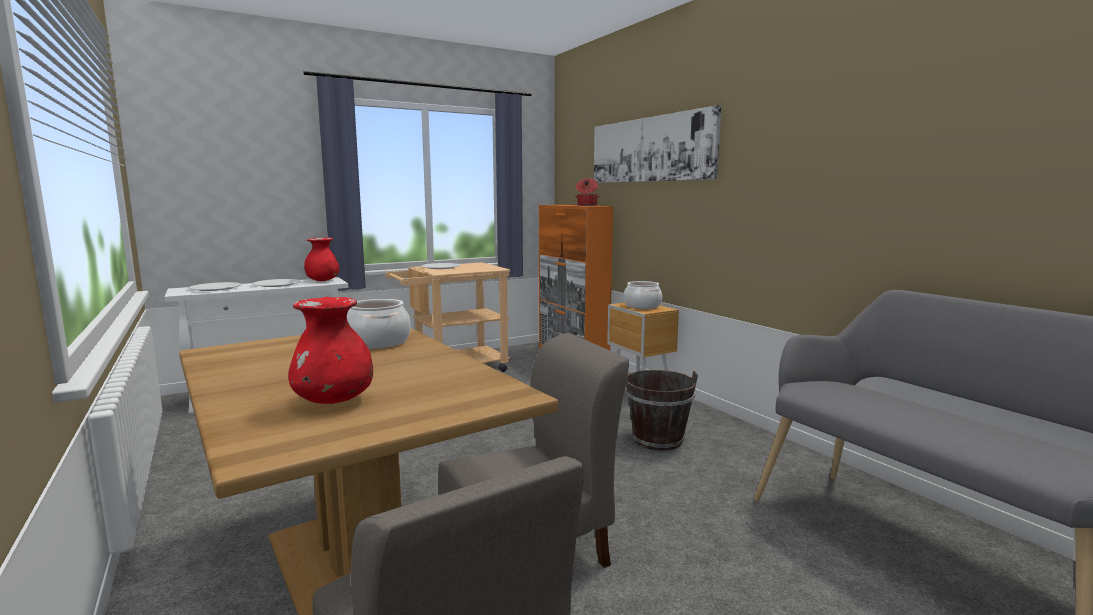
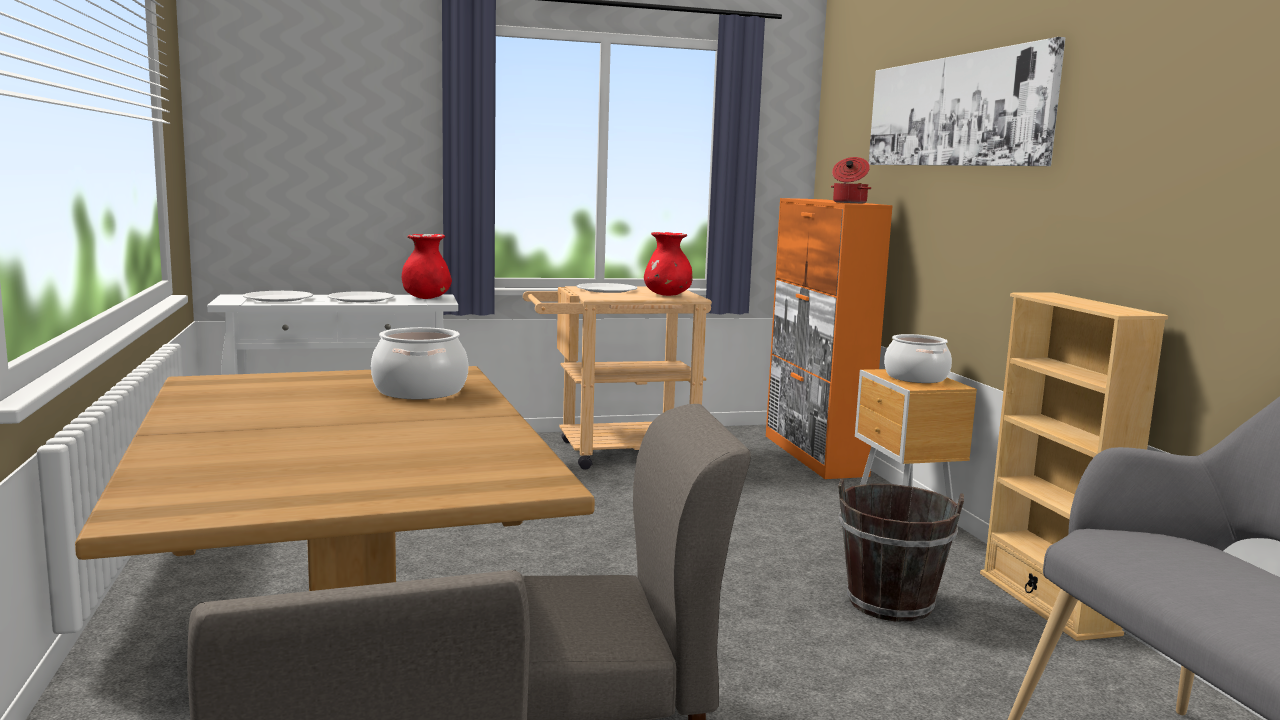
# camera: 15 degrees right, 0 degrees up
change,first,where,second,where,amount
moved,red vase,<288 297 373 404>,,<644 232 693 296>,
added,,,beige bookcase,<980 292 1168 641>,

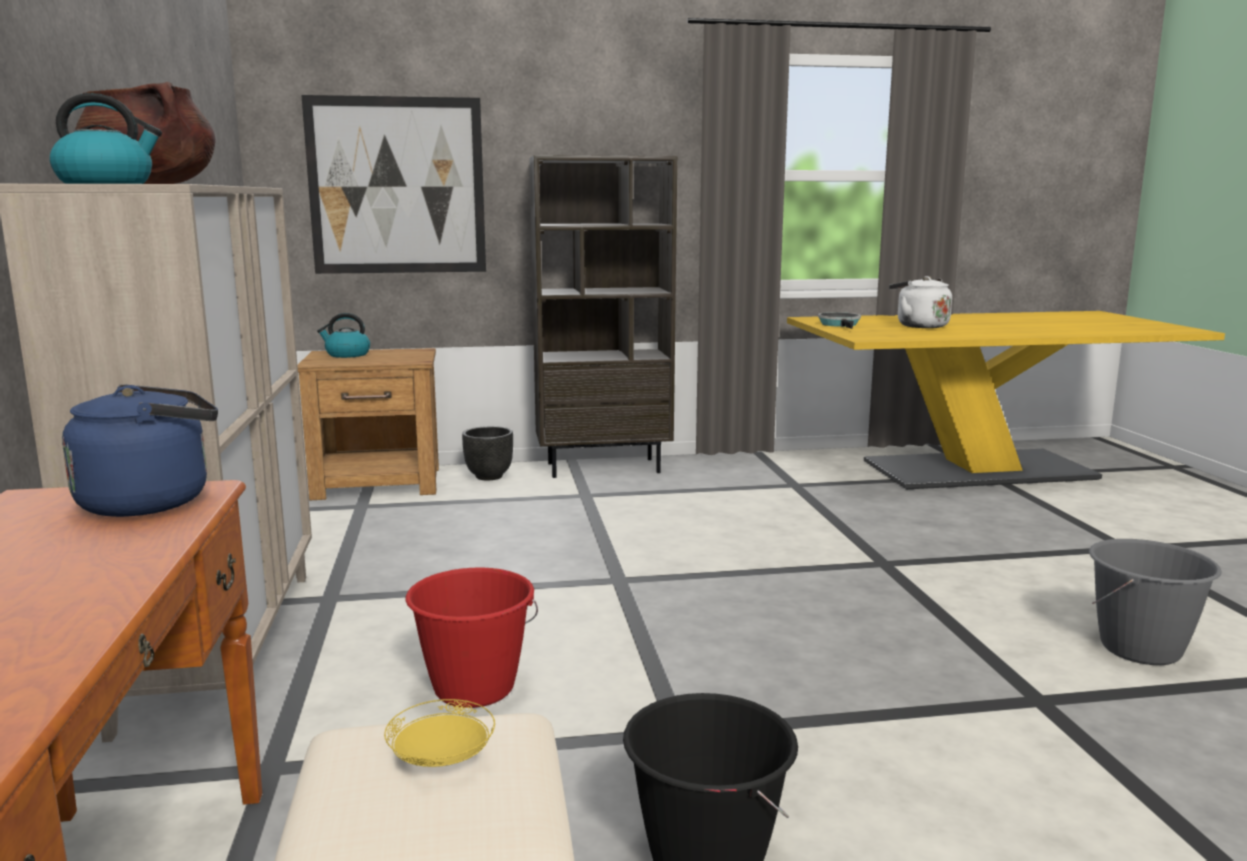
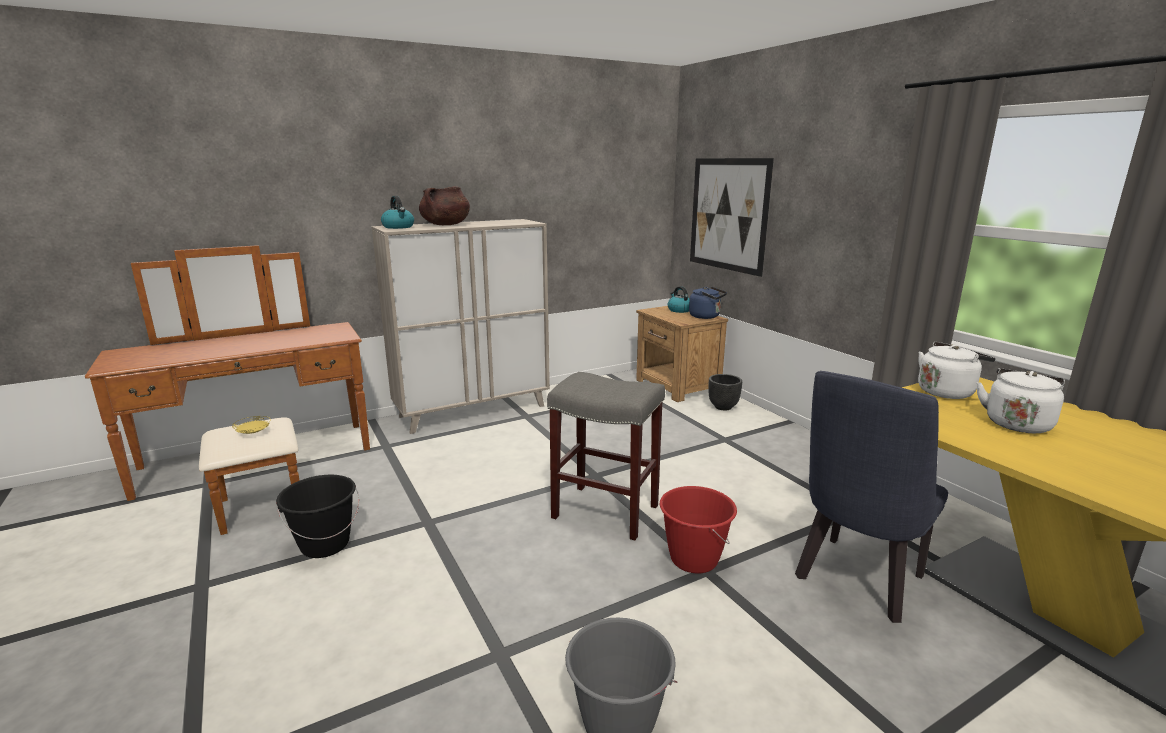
# camera: 70 degrees right, 5 degrees up
change,first,where,second,where,amount
removed,brown bookcase,<529 155 677 478>,,,
replaced,frying pan,<818 312 861 329>,white kettle,<918 342 996 399>,
moved,blue kettle,<62 384 218 517>,,<689 287 727 319>,
moved,red bucket,<406 568 538 708>,,<660 486 737 574>,
added,,,blue chair,<795 371 948 623>,
added,,,grey stool,<547 372 665 540>,

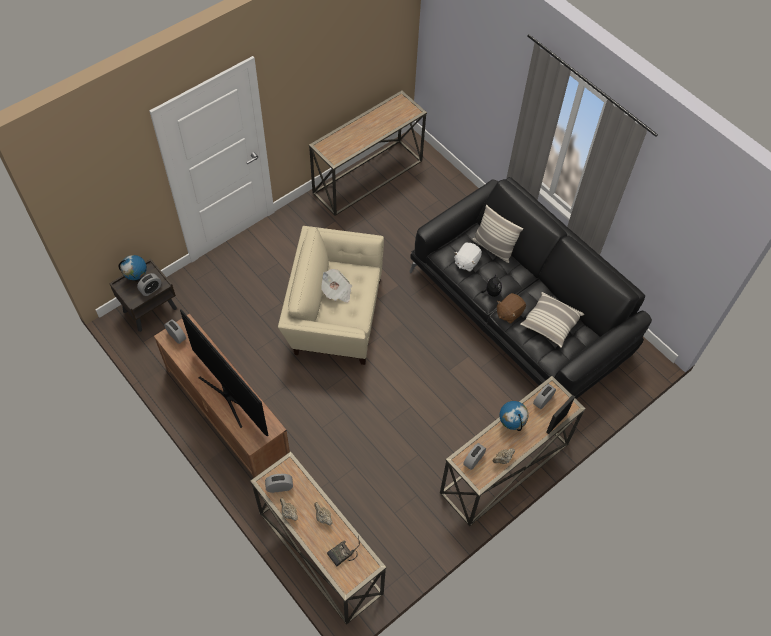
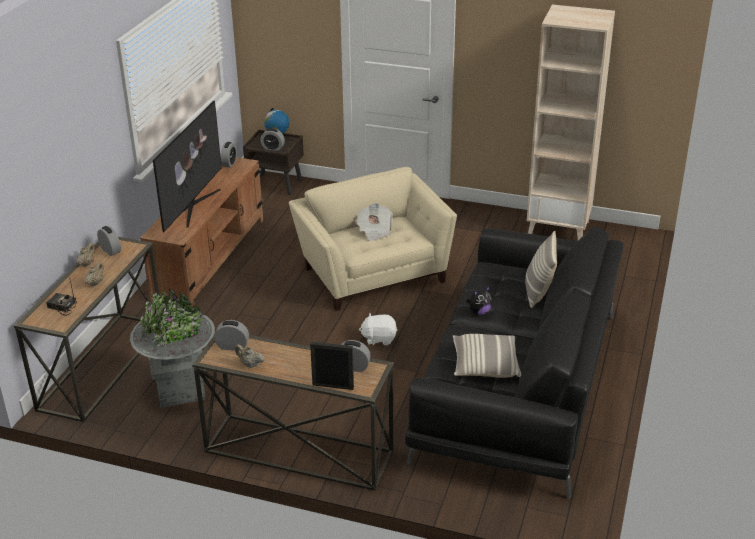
# camera: 60 degrees right, 25 degrees down
change,first,where,second,where,amount
replaced,console table,<309 90 427 216>,beige bookcase,<527 4 615 241>,
moved,white plush toy,<454 242 482 272>,,<359 313 398 345>,
removed,brown plush toy,<497 293 526 324>,,,
removed,globe,<499 401 528 431>,,,
added,,,grey planter,<130 289 215 408>,

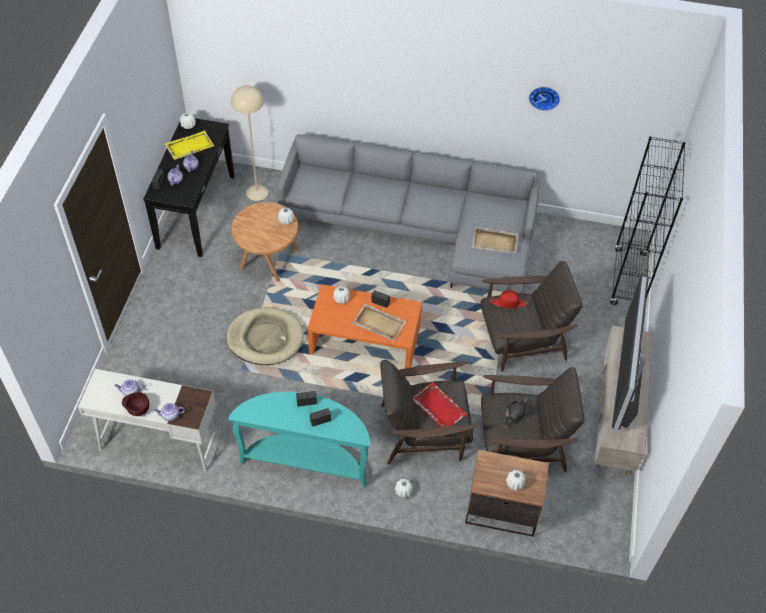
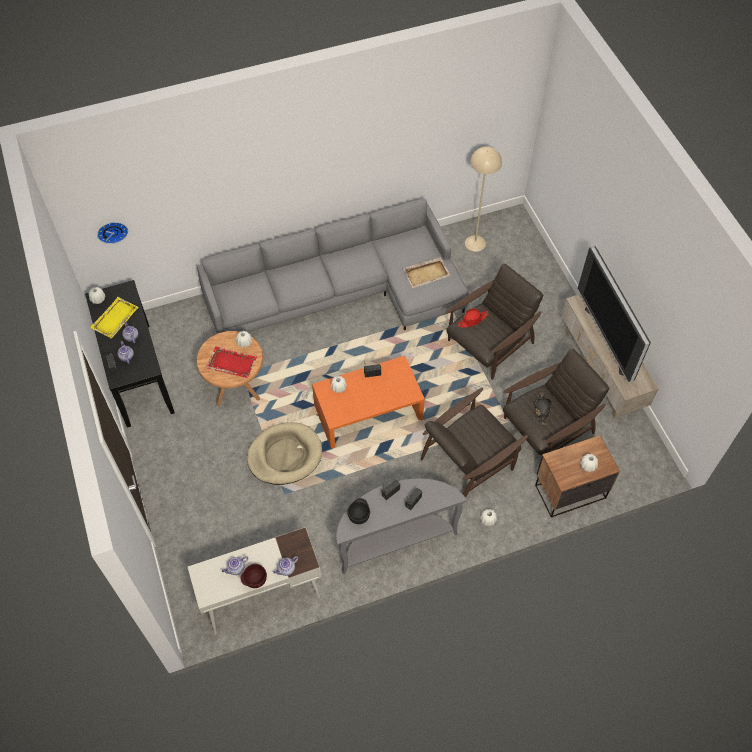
# camera: 30 degrees left, 5 degrees up
change,first,where,second,where,amount
moved,beige floor lamp,<231 85 268 201>,,<465 146 502 252>,
moved,wall clock,<529 87 560 111>,,<97 222 128 244>,
removed,black bookcase,<610 136 686 305>,,,
removed,beige tray,<352 304 407 341>,,,
moved,red tray,<413 382 467 427>,,<206 346 257 378>,
recoloured,turquoise console table,<228 391 370 488>,grey console table,<336 479 467 574>,
added,,,black bowl,<347 498 370 524>,

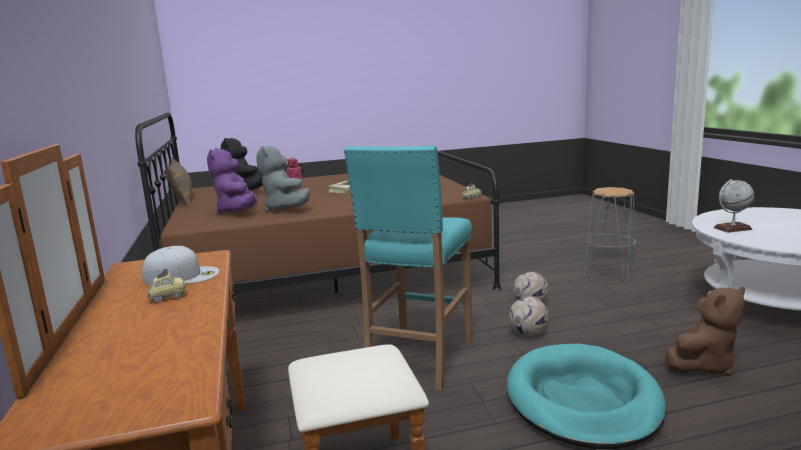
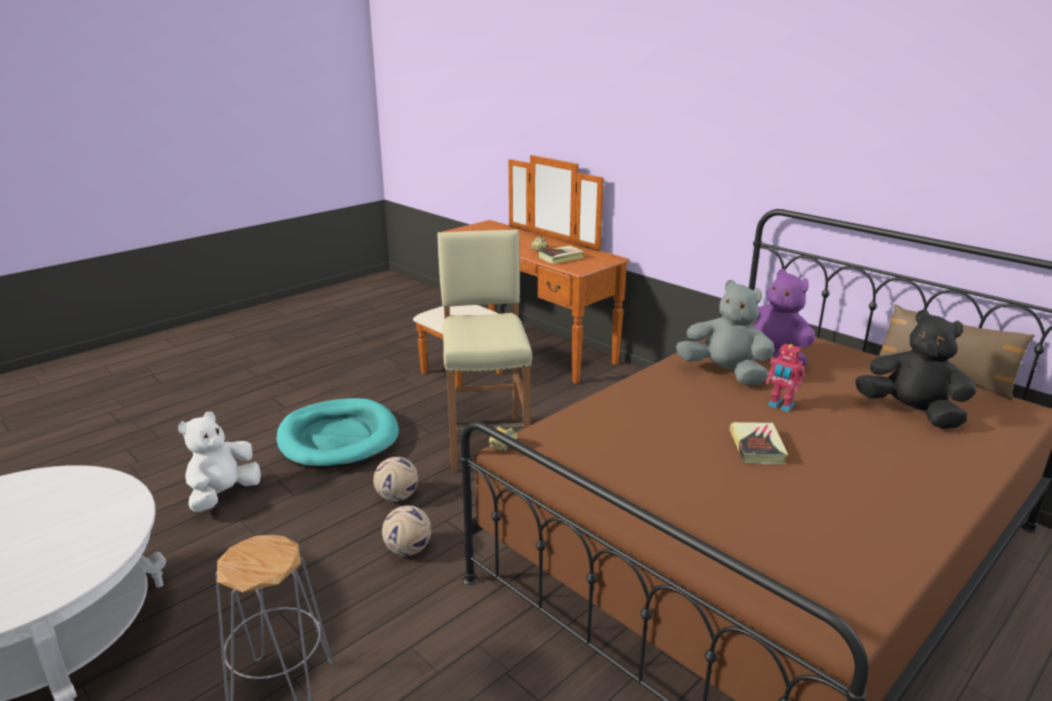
# camera: 150 degrees right, 10 degrees up
change,first,where,second,where,amount
recoloured,turquoise stool,<344 146 473 391>,beige stool,<437 229 532 473>,
removed,globe,<714 179 754 233>,,,
replaced,white cap,<142 246 219 285>,book,<538 245 584 264>,
recoloured,brown plush toy,<665 287 745 376>,white plush toy,<178 412 261 512>,

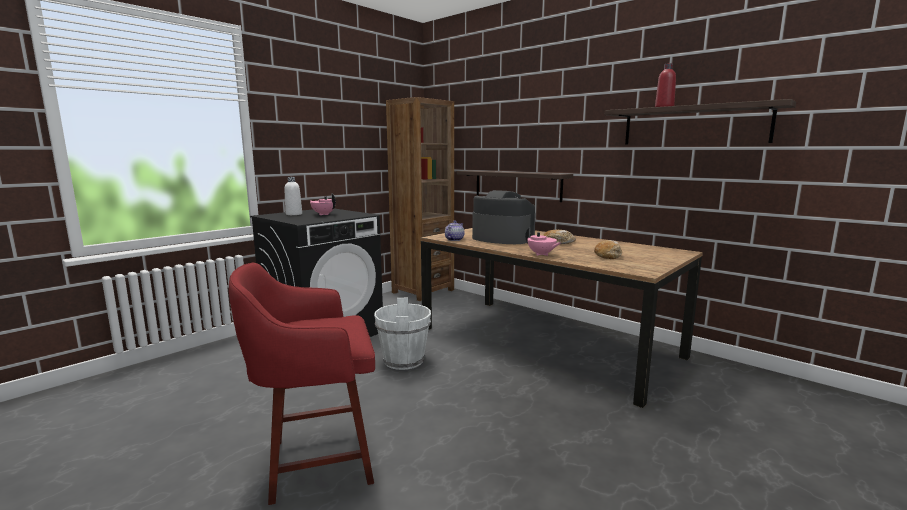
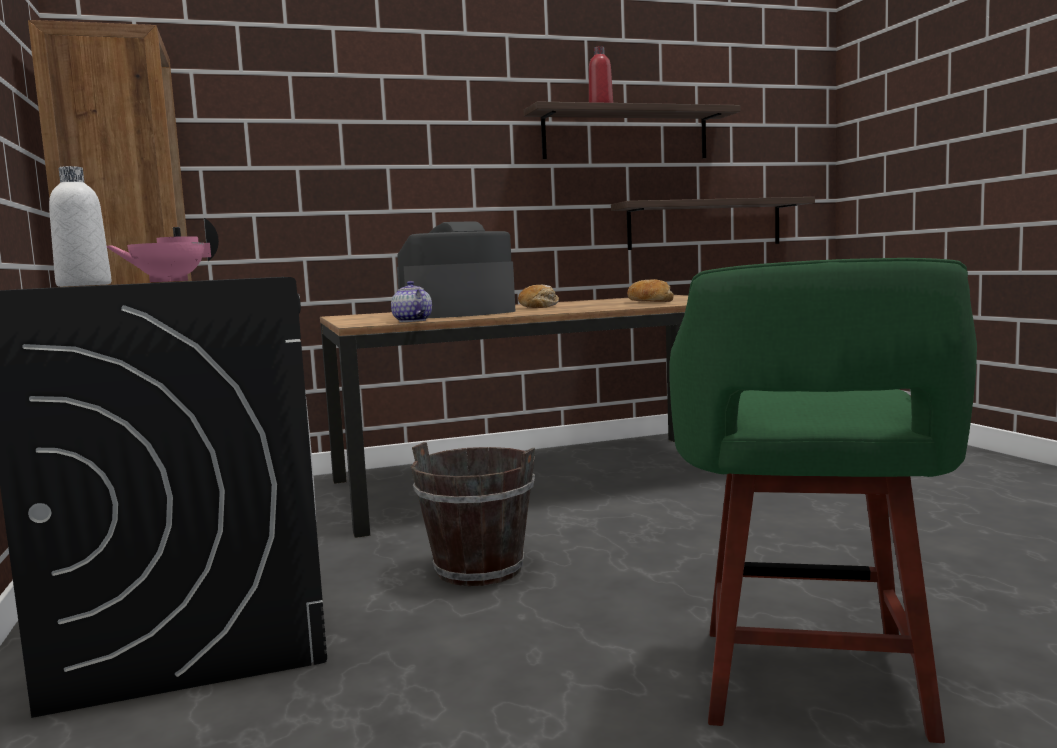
# camera: 60 degrees left, 5 degrees down
change,first,where,second,where,amount
moved,shelf,<457 170 573 202>,,<611 197 815 250>,
removed,pink teapot,<525 228 561 256>,,,
recoloured,red stool,<229 263 375 505>,green stool,<669 258 977 743>,
recoloured,white bucket,<374 298 431 370>,brown bucket,<411 442 535 586>,

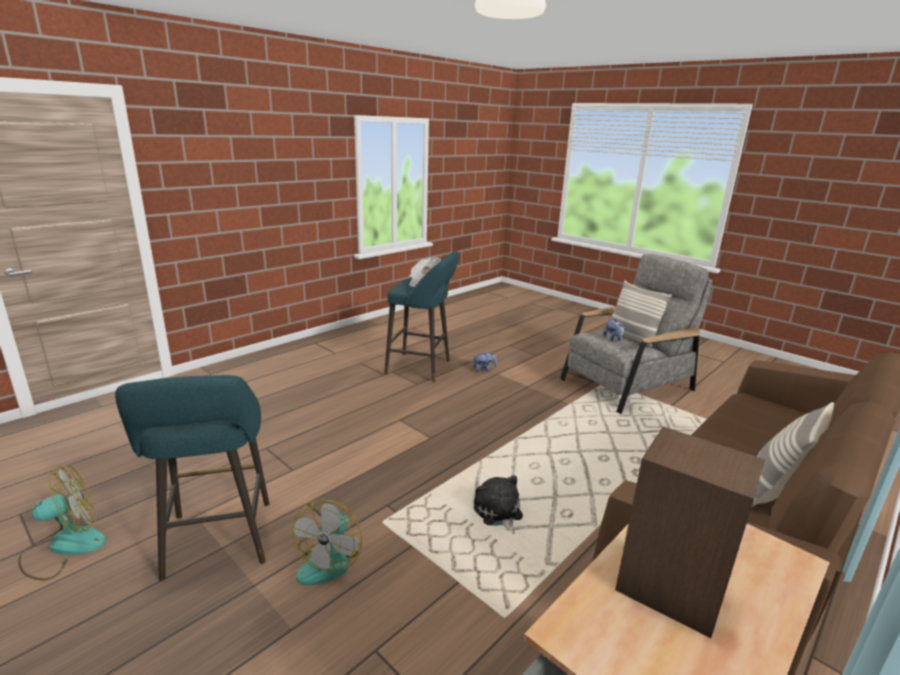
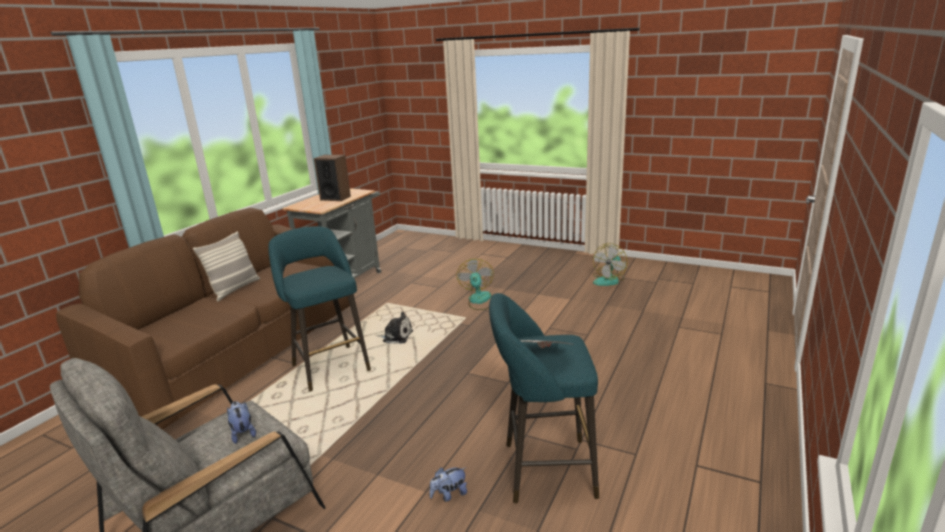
# camera: 165 degrees right, 0 degrees up
change,first,where,second,where,amount
removed,pillow,<611 280 672 347>,,,
moved,turquoise stool,<115 375 269 581>,,<268 226 371 392>,
turned,plush toy,<474 475 523 534>,,<376 312 413 344>,45 degrees counterclockwise

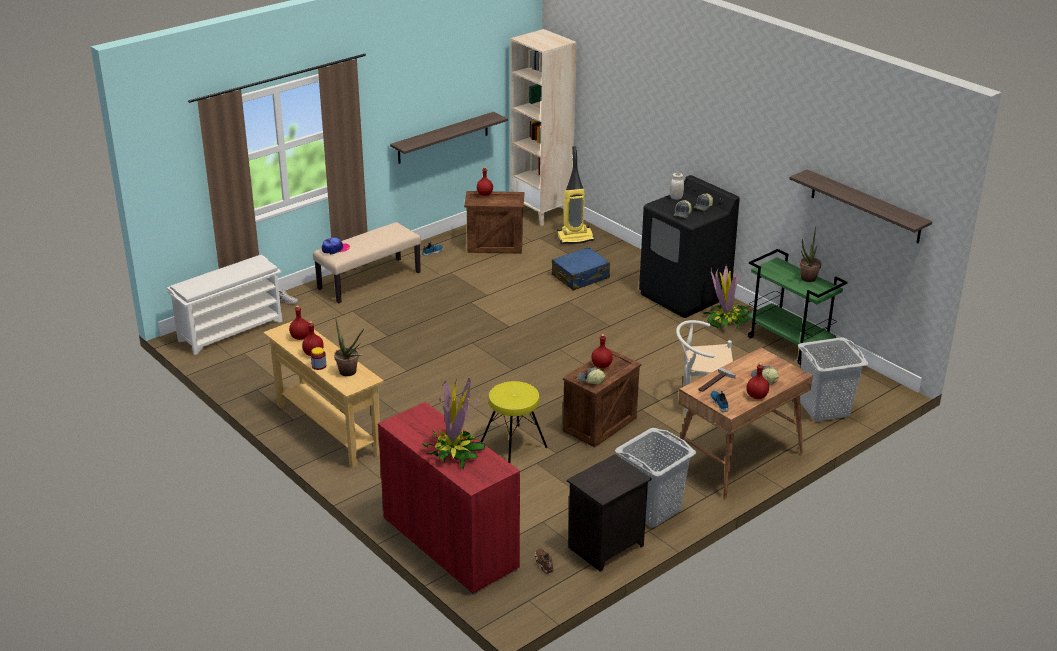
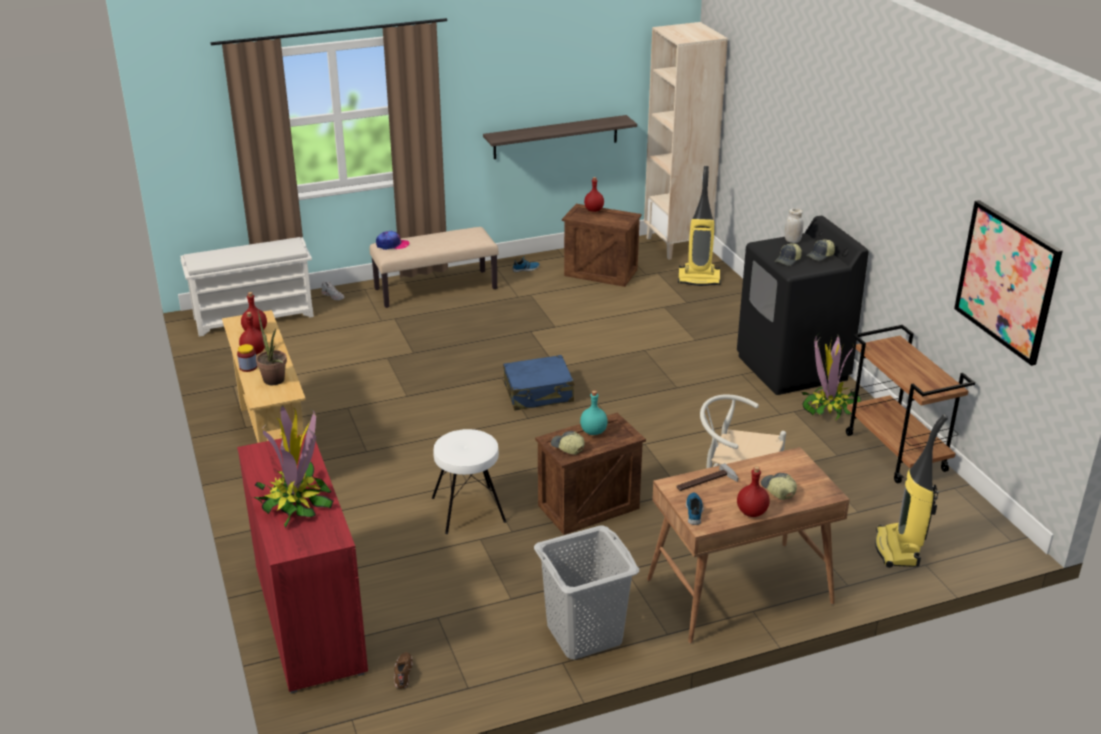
# camera: 20 degrees right, 0 degrees up
change,first,where,second,where,amount
replaced,shelf,<789 169 932 243>,picture,<954 200 1063 366>,
removed,potted plant,<799 227 822 282>,,,
moved,blue suitcase,<552 247 610 291>,,<503 355 575 411>,
recoloured,green cart,<746 249 847 365>,brown cart,<846 325 975 483>,
recoloured,red bottle,<591 334 613 368>,turquoise bottle,<580 390 608 435>,
replaced,grey laundry basket,<798 337 868 422>,vacuum cleaner,<875 414 948 568>,
recoloured,yellow stool,<481 381 548 463>,white stool,<432 429 506 534>,
removed,black nightstand,<567 454 652 572>,,,

